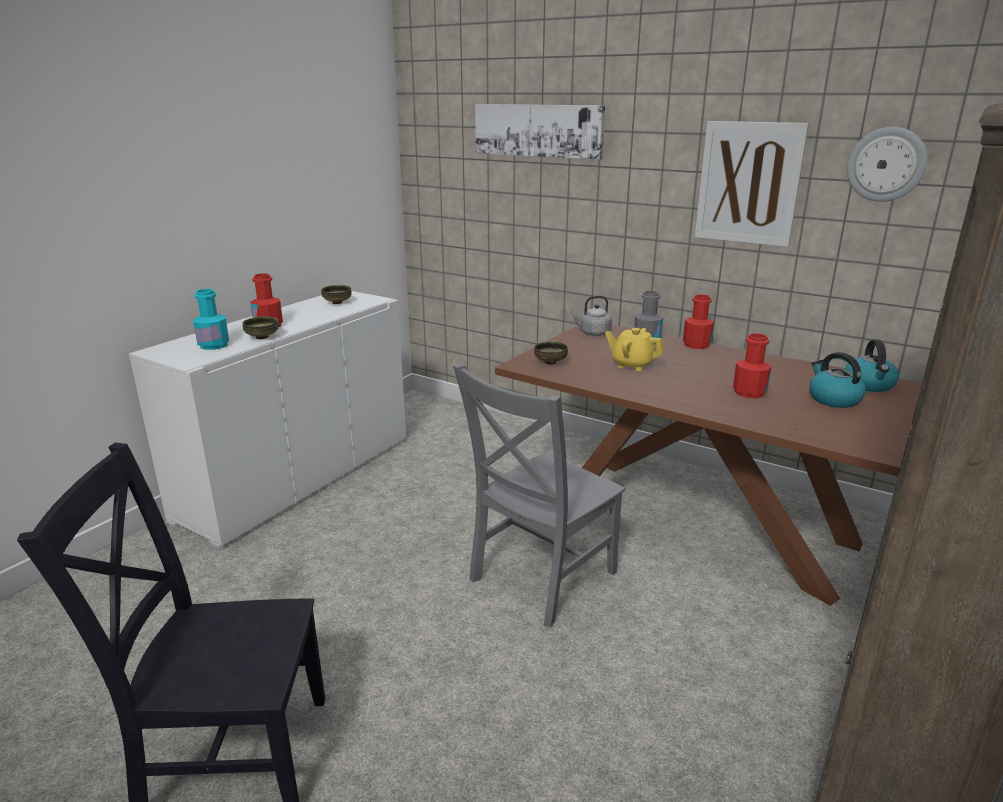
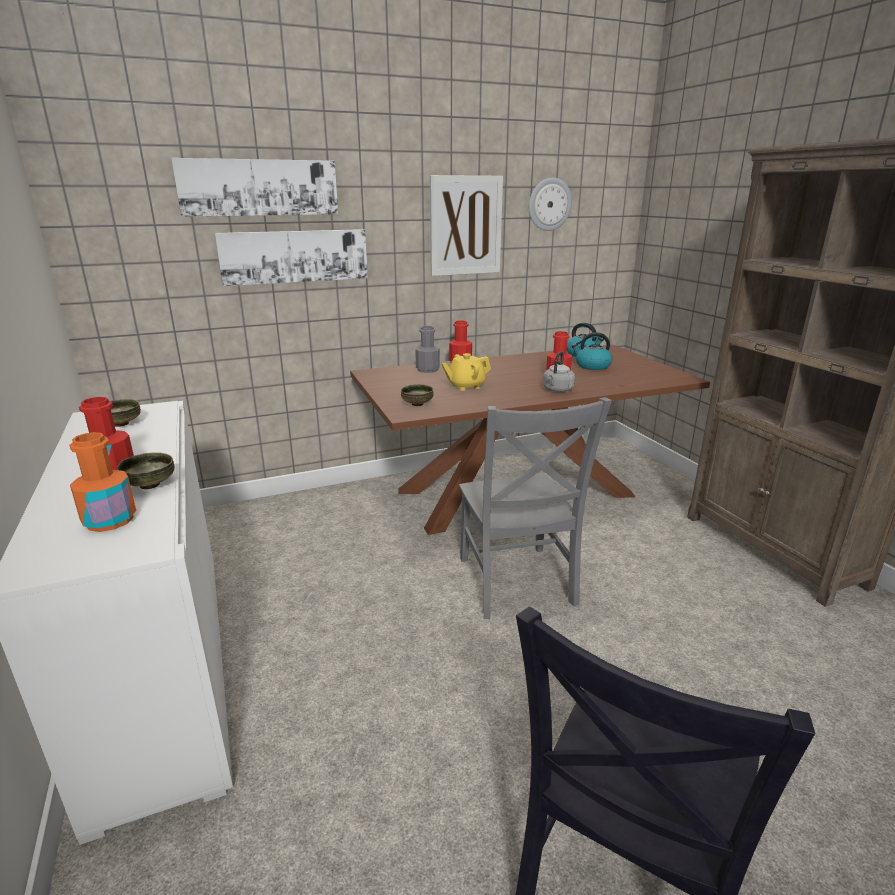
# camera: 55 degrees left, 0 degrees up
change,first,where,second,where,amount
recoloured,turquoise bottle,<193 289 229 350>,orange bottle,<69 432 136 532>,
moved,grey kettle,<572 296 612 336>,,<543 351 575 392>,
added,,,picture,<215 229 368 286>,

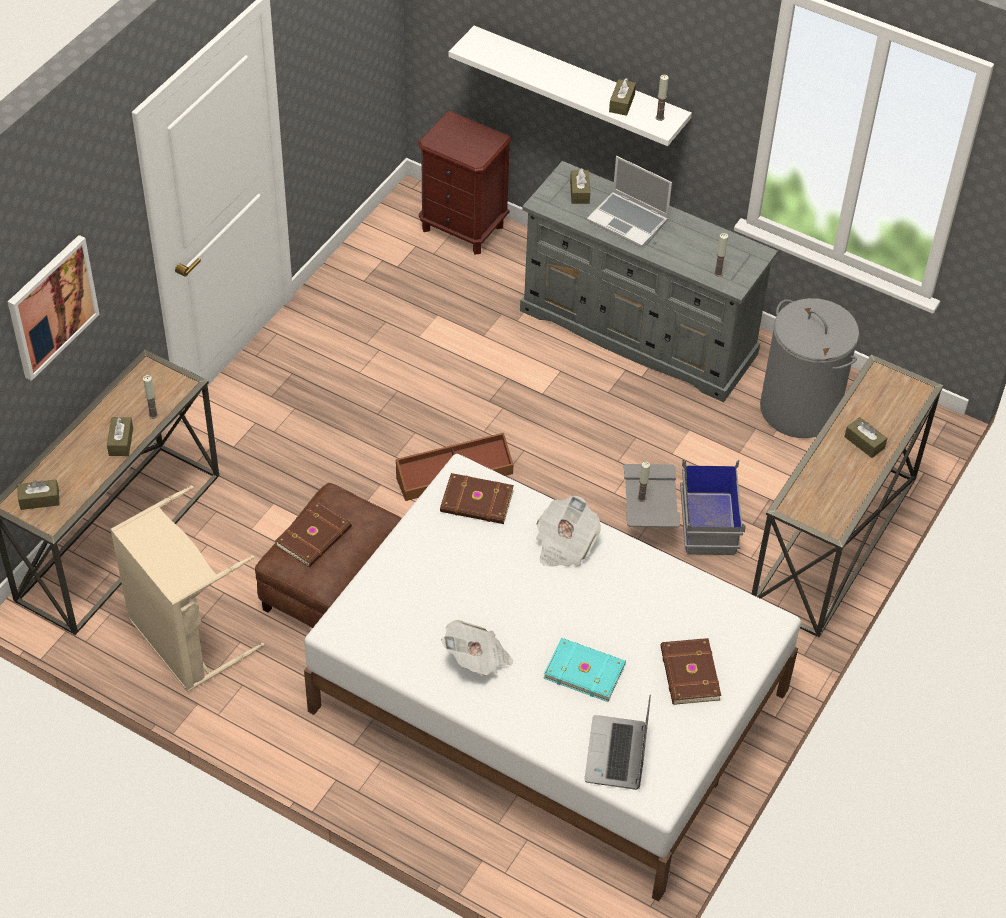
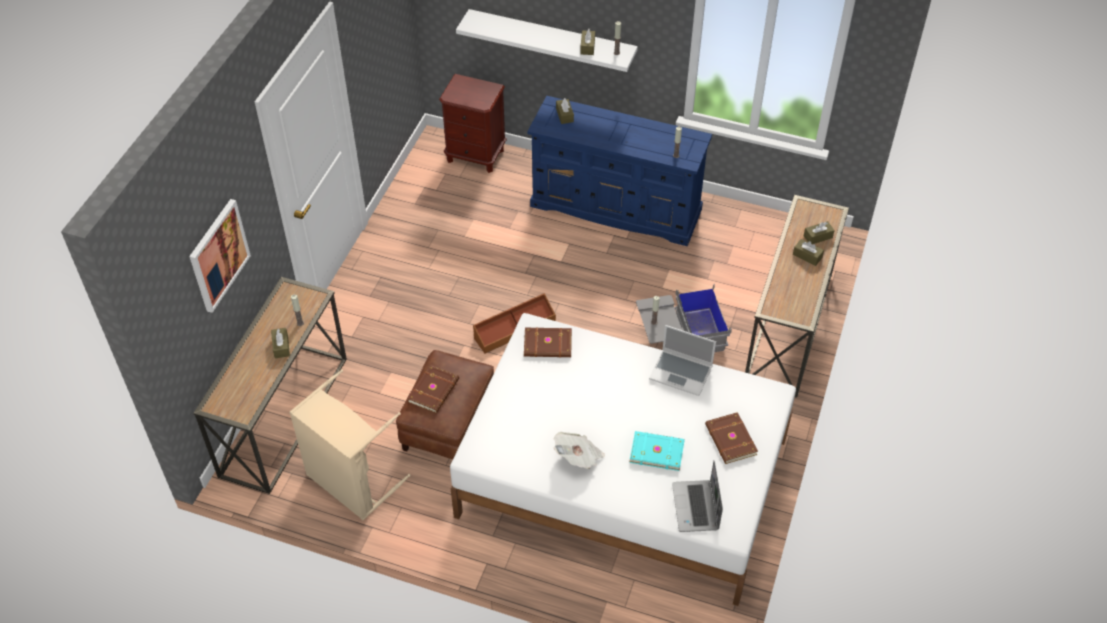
# camera: 10 degrees left, 0 degrees up
change,first,where,second,where,amount
moved,laptop,<587 156 672 247>,,<649 325 716 396>,
recoloured,grey dresser,<520 161 778 402>,blue dresser,<527 96 712 246>,
removed,grey laundry basket,<760 298 859 438>,,,
moved,brown tissue box,<17 480 60 510>,,<804 221 835 244>,
removed,newspaper,<536 496 601 567>,,,

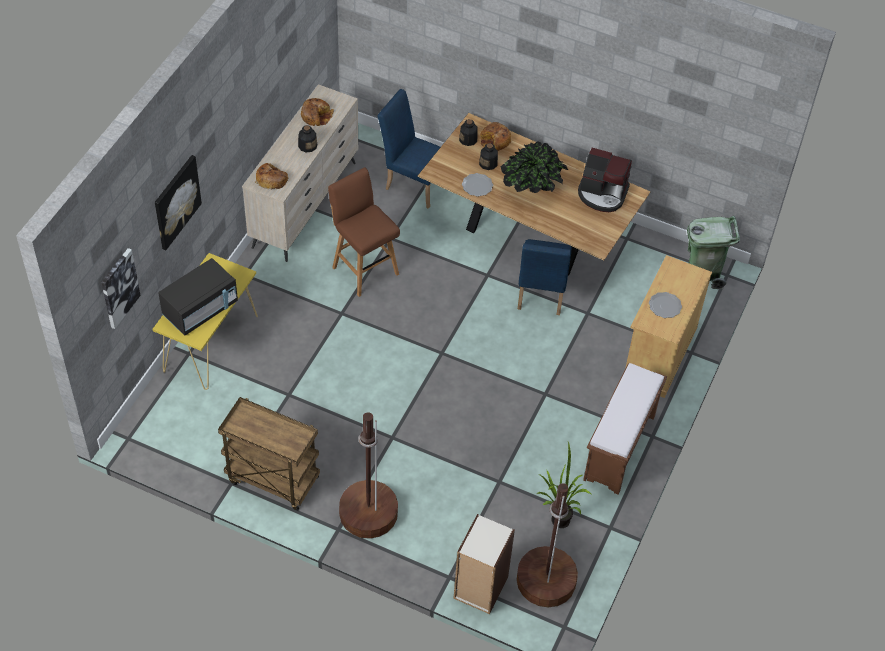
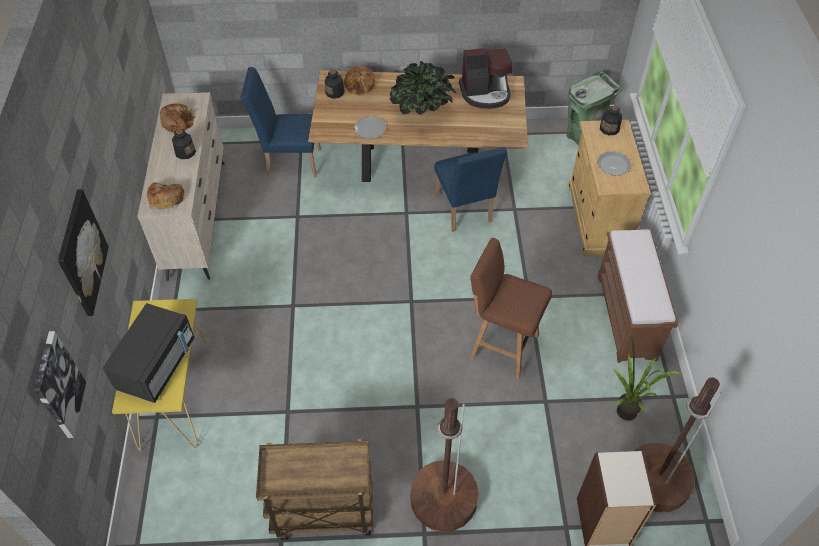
# camera: 25 degrees left, 0 degrees up
change,first,where,second,where,amount
moved,bottle,<479 143 498 170>,,<600 106 622 135>,
moved,brown stool,<328 167 400 297>,,<470 238 552 379>,

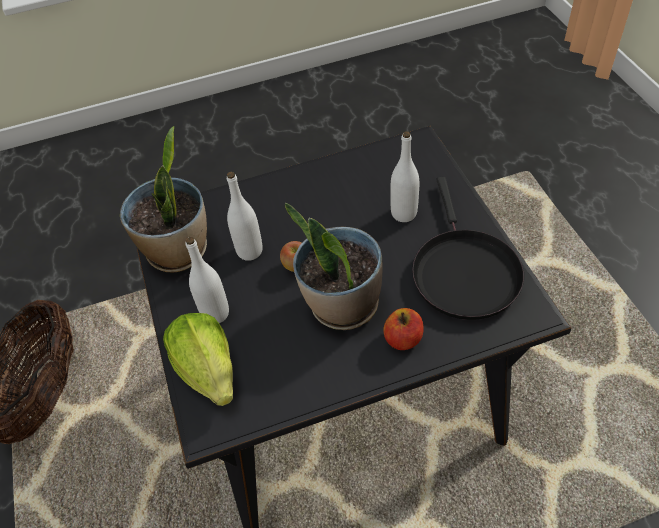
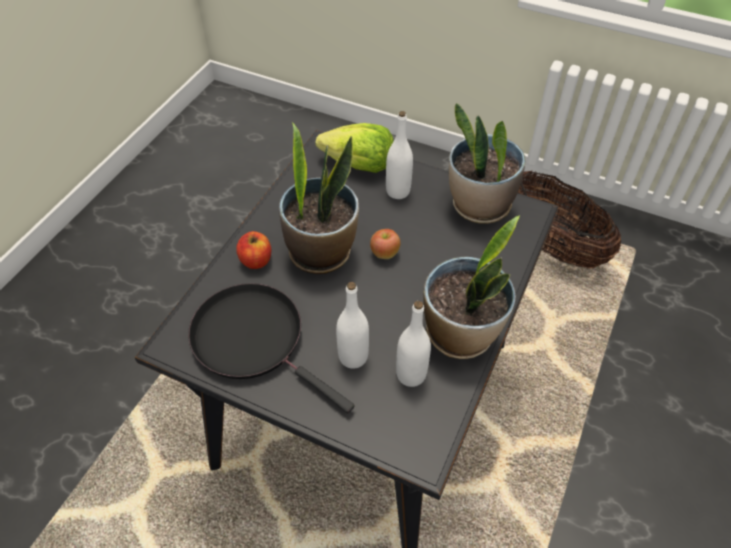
# camera: 130 degrees right, 0 degrees up
change,first,where,second,where,amount
moved,white bottle,<227 172 263 261>,,<396 301 431 387>,
added,,,potted plant,<423 215 520 359>,

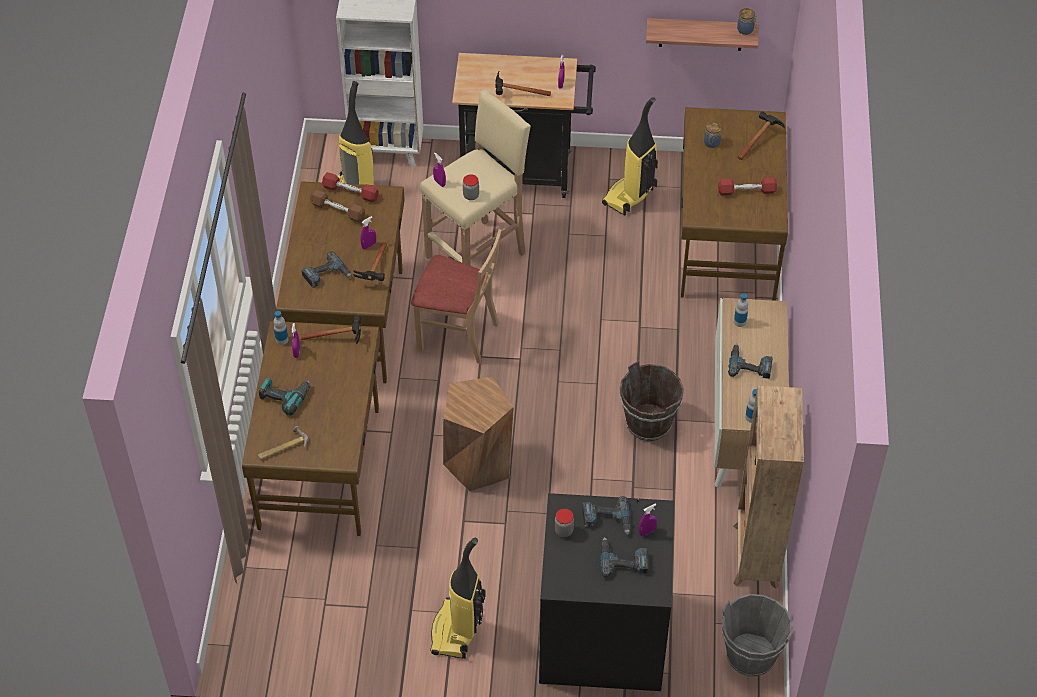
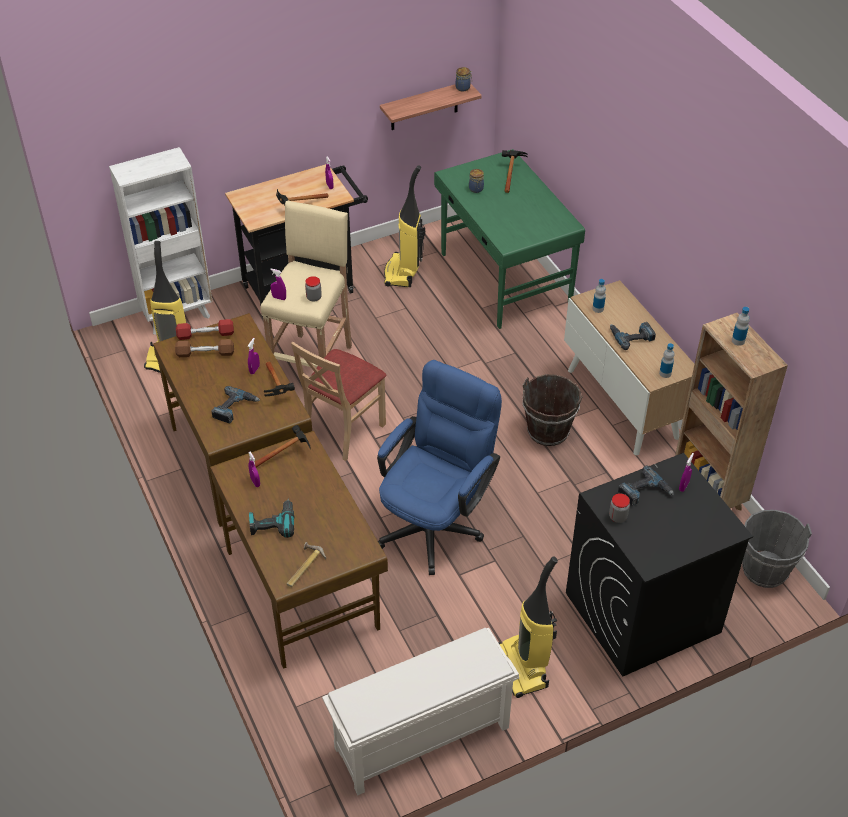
# camera: 30 degrees left, 5 degrees down
change,first,where,second,where,amount
recoloured,brown desk,<681 107 788 301>,green desk,<434 149 585 329>,
removed,red dumbbell,<718 177 777 195>,,,
turned,beige chair,<411 229 501 364>,,<291 341 387 461>,135 degrees clockwise
moved,bottle,<273 311 288 345>,,<732 307 750 346>,
replaced,brown stool,<443 377 514 492>,blue office chair,<377 360 502 575>,
removed,power drill,<600 537 648 578>,,,
added,,,white shoe rack,<322 628 519 795>,

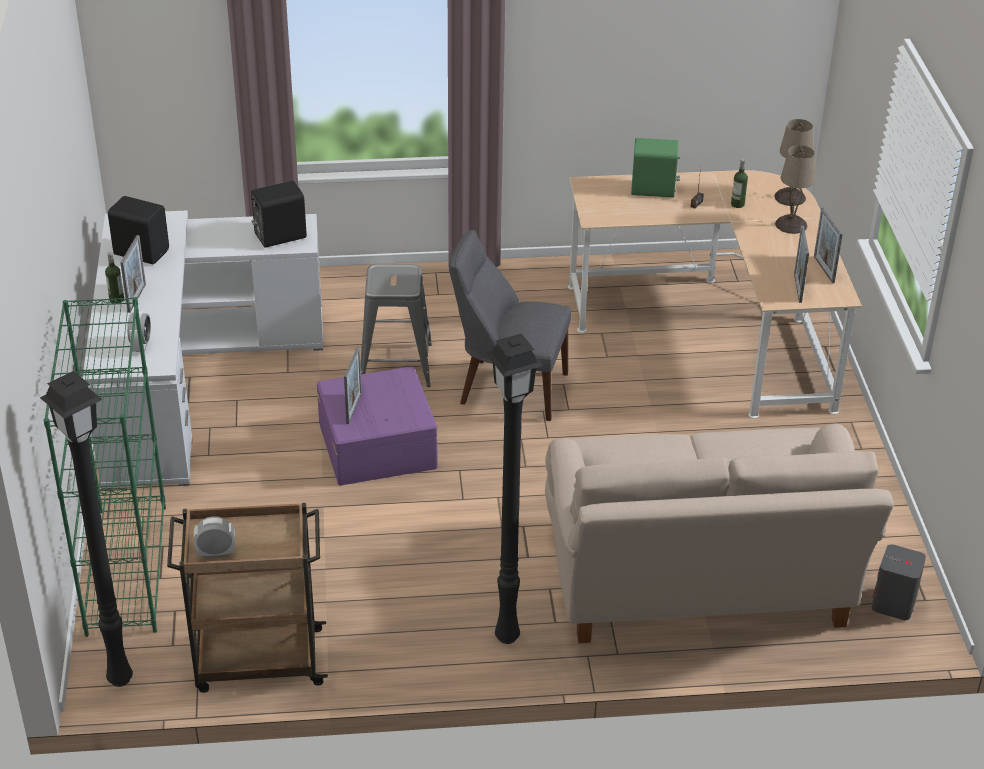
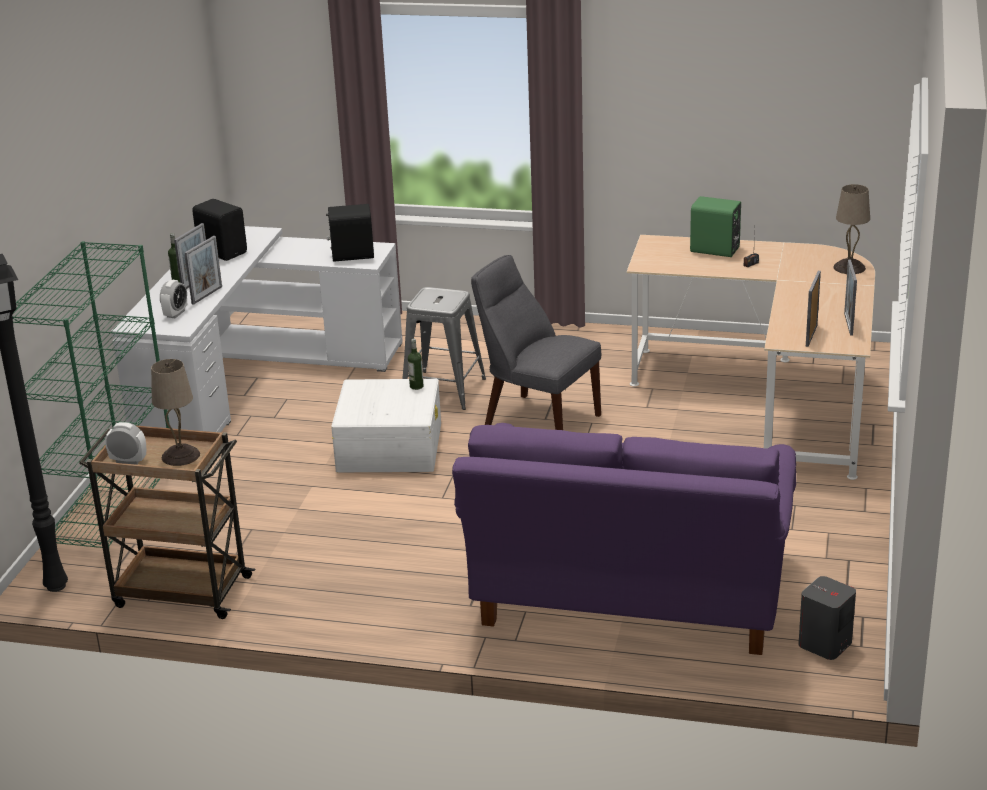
# camera: 20 degrees right, 10 degrees down
change,first,where,second,where,amount
moved,beige table lamp,<775 145 815 234>,,<151 359 200 466>,
moved,bottle,<731 159 748 208>,,<408 338 424 390>,
removed,black floor lamp,<486 333 543 644>,,,
moved,picture frame,<344 347 362 424>,,<185 236 222 305>,
recoloured,purple storage box,<317 366 438 485>,white storage box,<331 379 441 472>,
recoloured,beige sofa,<545 424 894 643>,purple sofa,<452 423 796 655>,

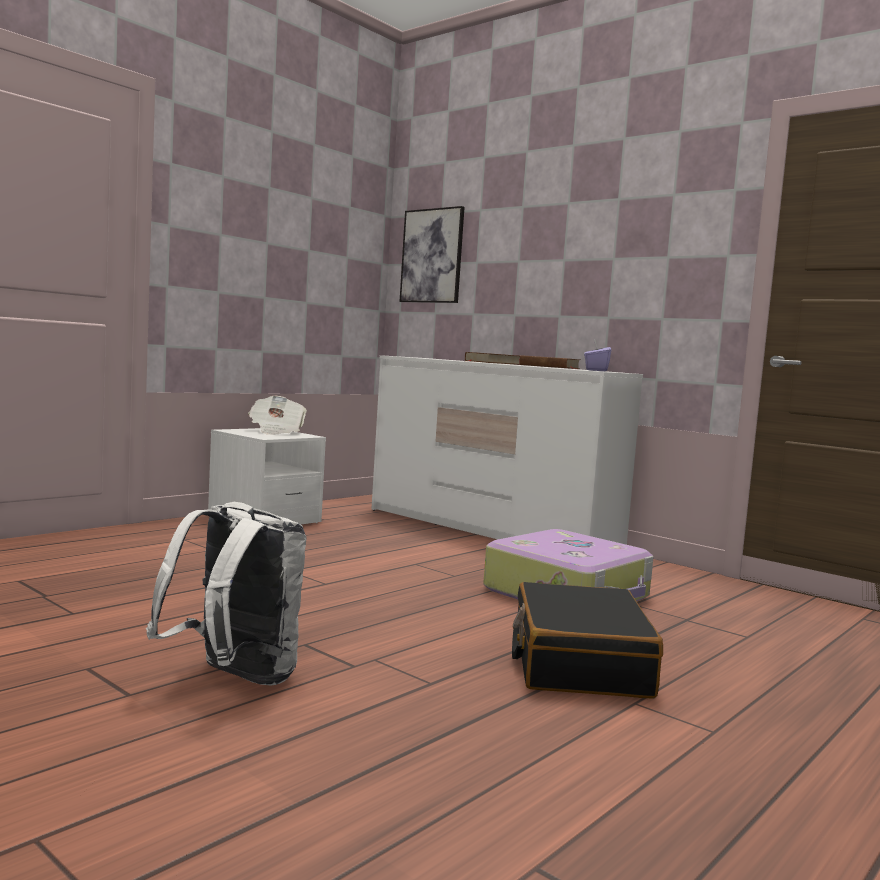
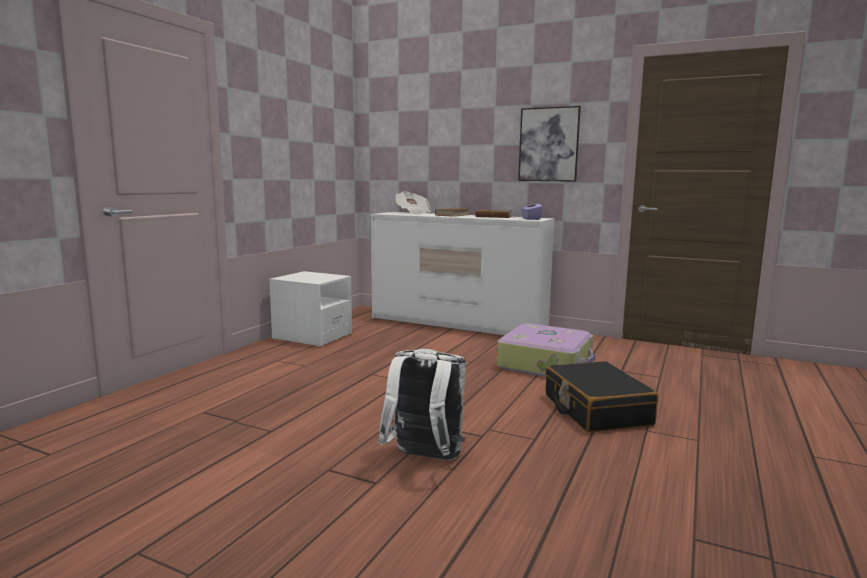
# camera: 15 degrees left, 5 degrees up
change,first,where,second,where,amount
moved,picture,<399 206 464 303>,,<518 106 581 182>,
moved,newspaper,<248 396 307 435>,,<395 191 431 215>,

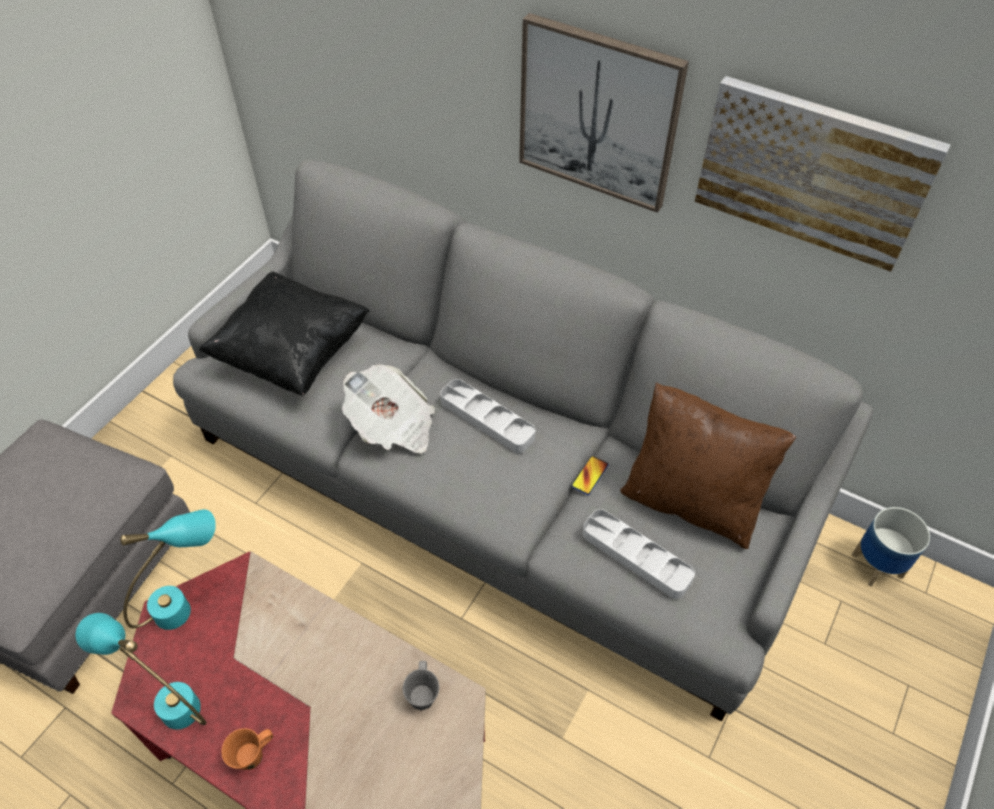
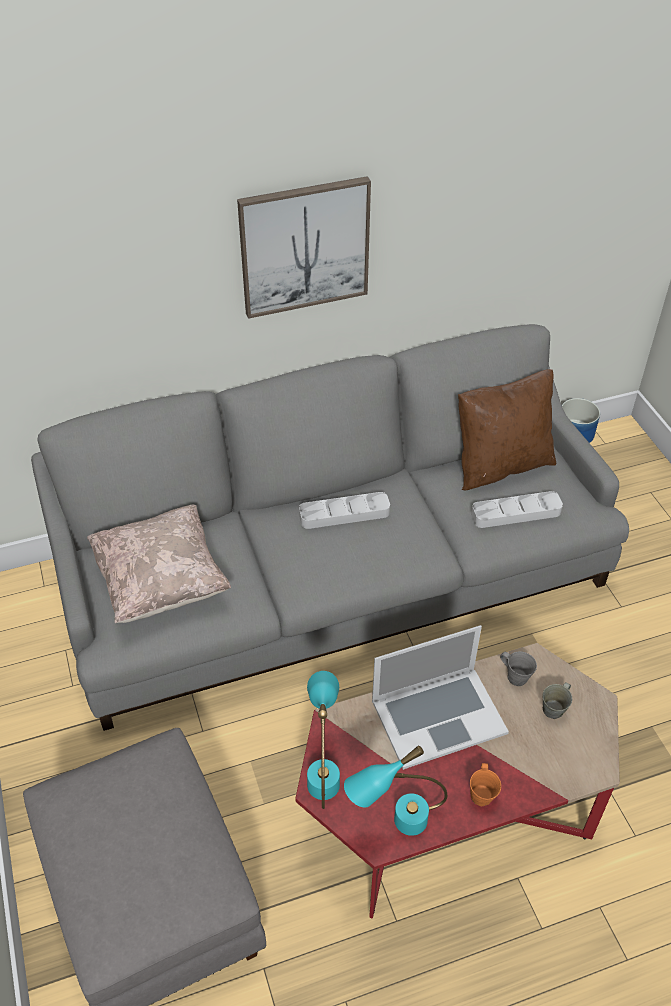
# camera: 50 degrees left, 5 degrees down
change,first,where,second,where,amount
removed,picture,<695 76 951 272>,,,
recoloured,black pillow,<199 272 370 395>,beige pillow,<87 505 231 623>,
removed,newspaper,<342 365 435 454>,,,
removed,phone,<571 456 609 495>,,,
added,,,laptop,<372 625 509 770>,
added,,,grey mug,<543 682 572 719>,

